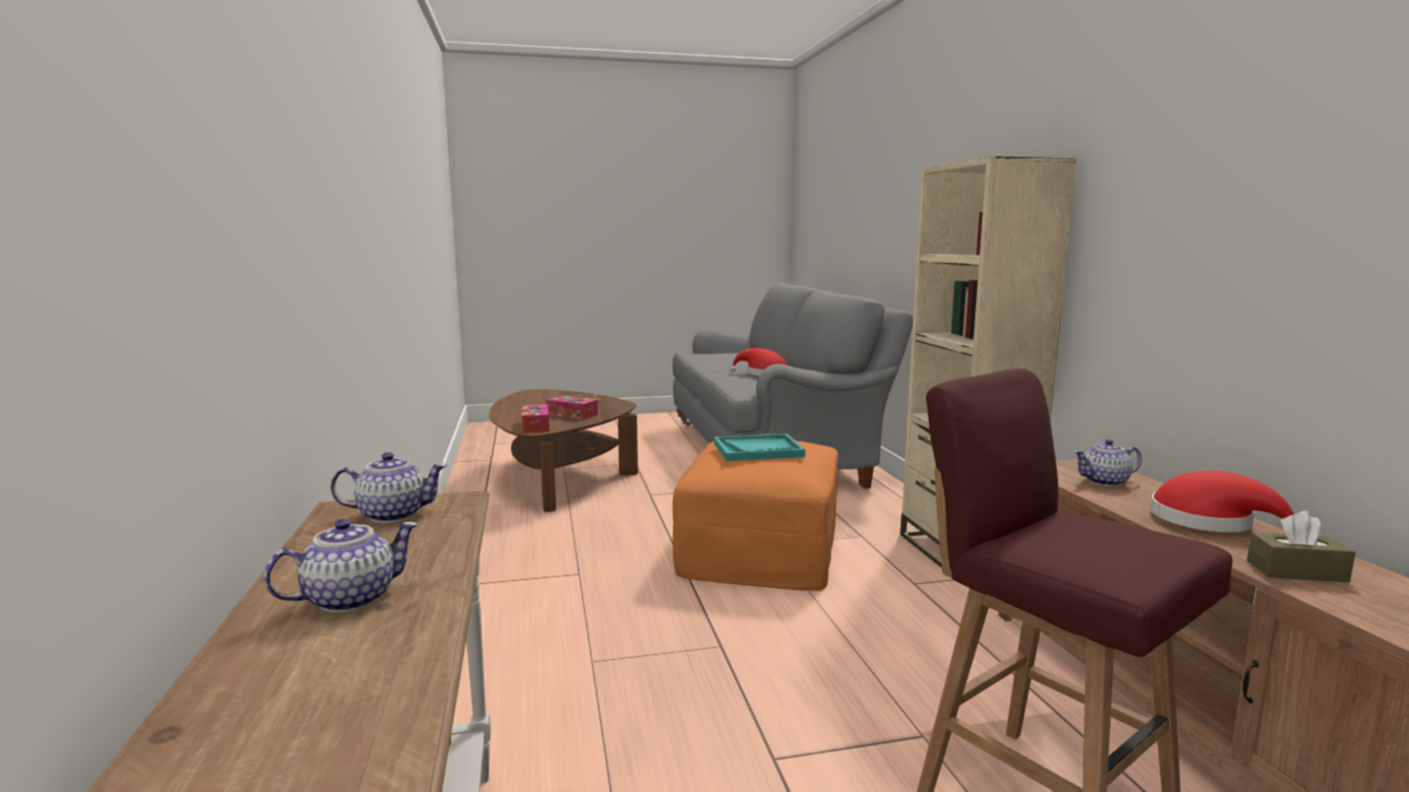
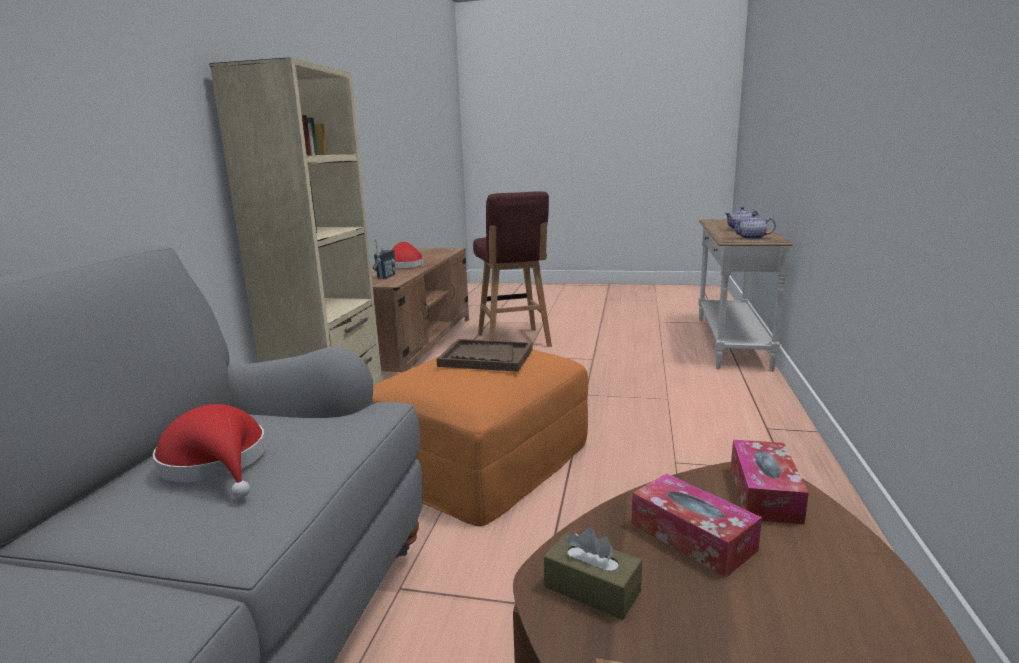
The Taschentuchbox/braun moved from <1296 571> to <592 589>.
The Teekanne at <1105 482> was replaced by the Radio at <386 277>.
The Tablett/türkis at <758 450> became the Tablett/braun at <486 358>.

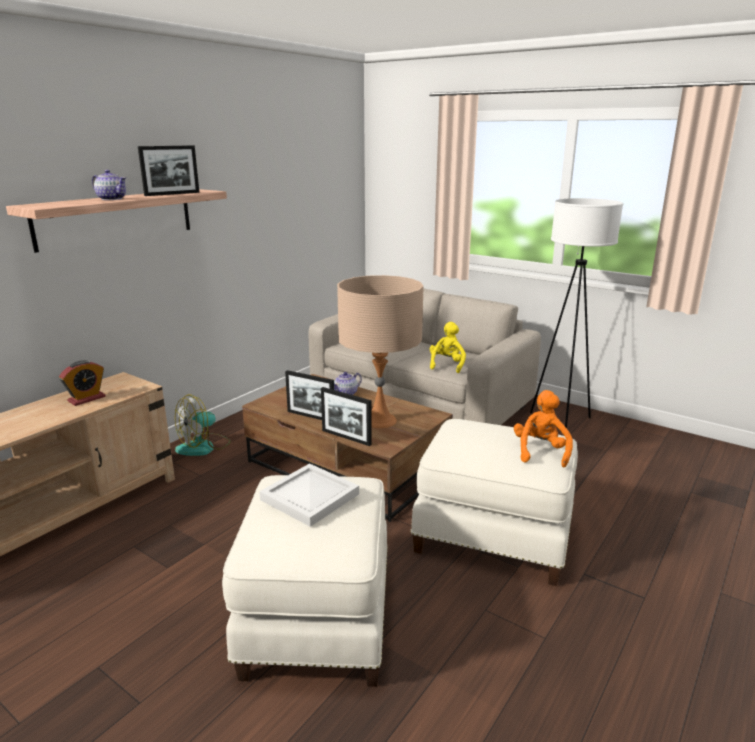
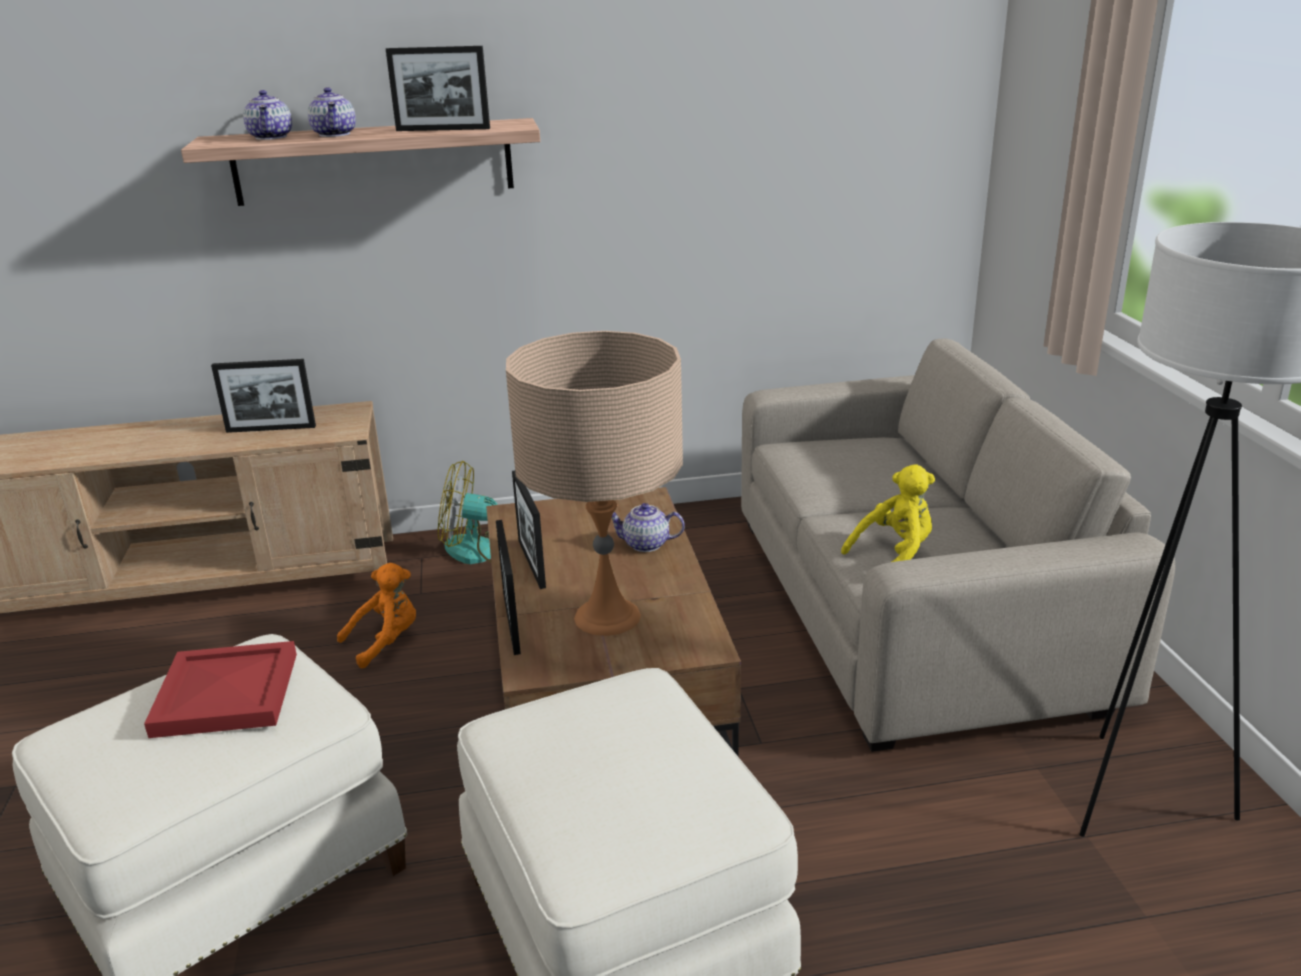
The Teekanne at <271 137> appeared.
The Plüschtier/orange moved from <540 452> to <386 642>.
The Wecker at <86 399> was replaced by the Bilderrahmen at <271 429>.
The Tablett/weiß at <310 496> became the Tablett/rot at <228 692>.

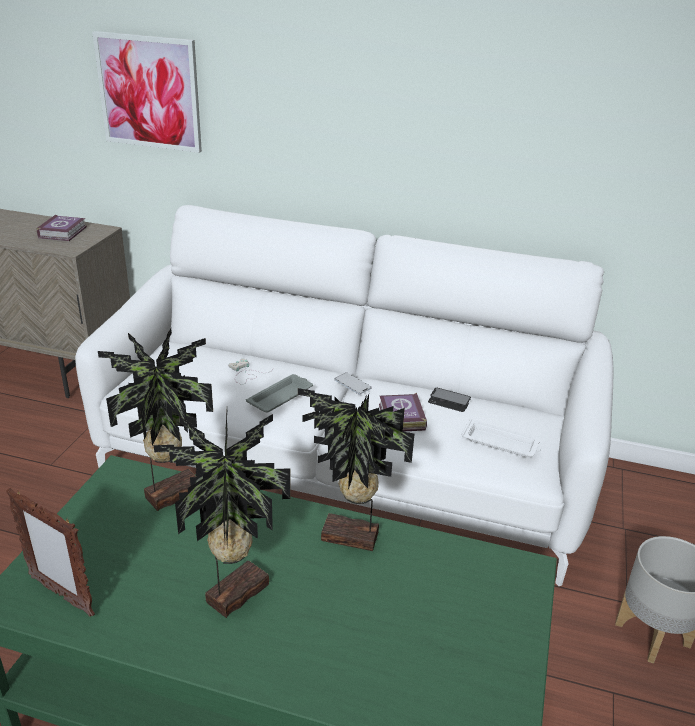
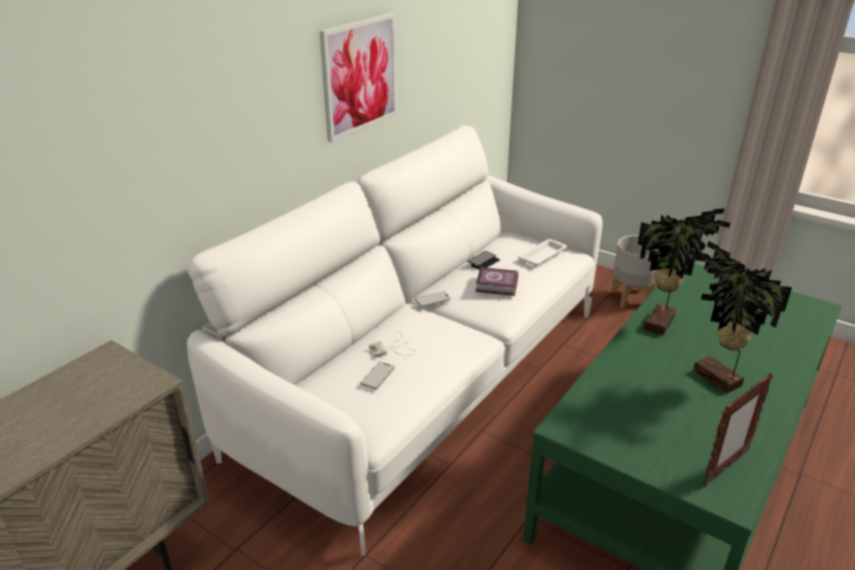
The Buch at <64 232> disappeared.
The Topfpflanze at <170 493> disappeared.
The Tablett/grau at <281 397> disappeared.
The Handy at <378 376> appeared.
The Bild moved from <149 92> to <359 76>.

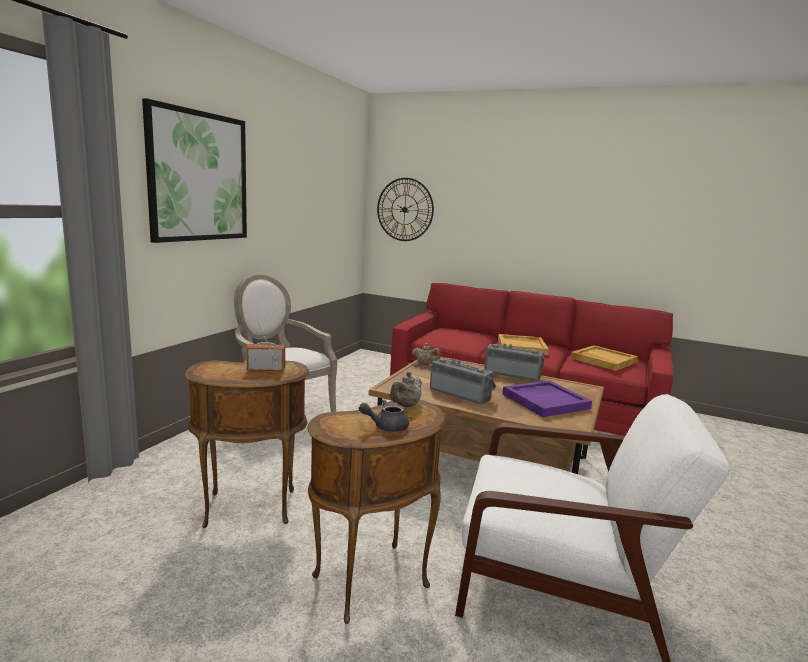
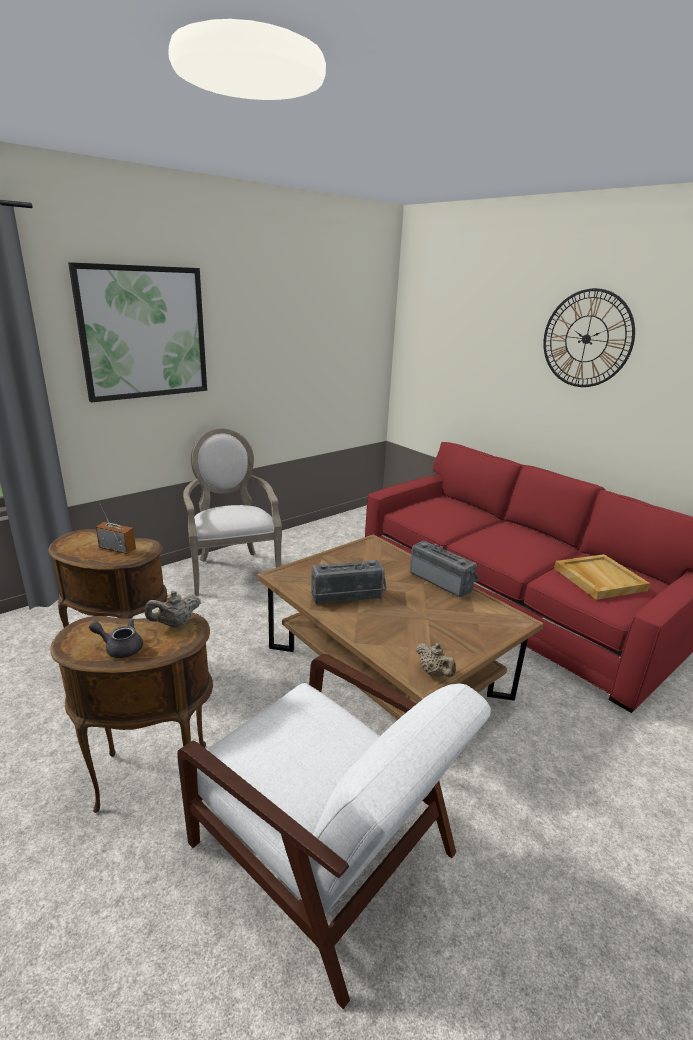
The Tablett/beige at <522 346> disappeared.
The Tablett/lila at <545 401> disappeared.
The Wanduhr moved from <404 209> to <586 339>.
The Teekanne/beige moved from <425 364> to <434 673>.
The Radio at <461 394> turned 105 degrees clockwise.

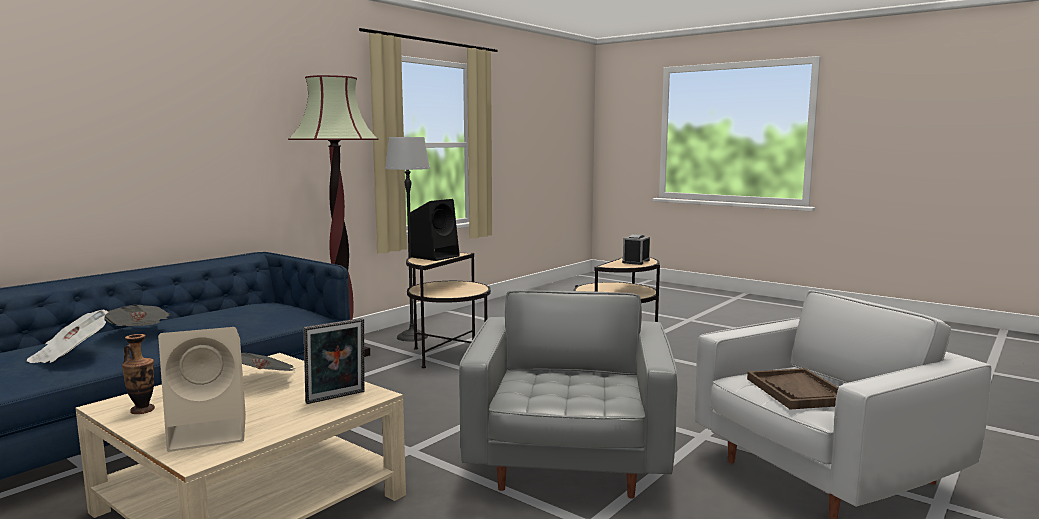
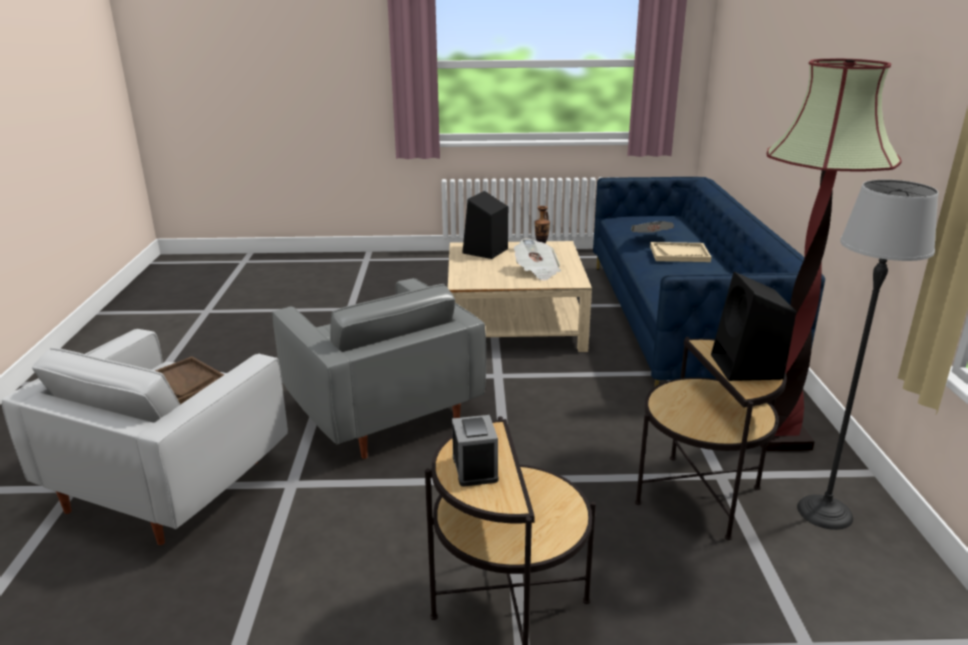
The Bilderrahmen at <336 398> disappeared.
The Zeitung at <139 333> was replaced by the Tablett/beige at <679 254>.
The Lautsprecher/beige at <211 432> became the Lautsprecher/schwarz at <485 251>.

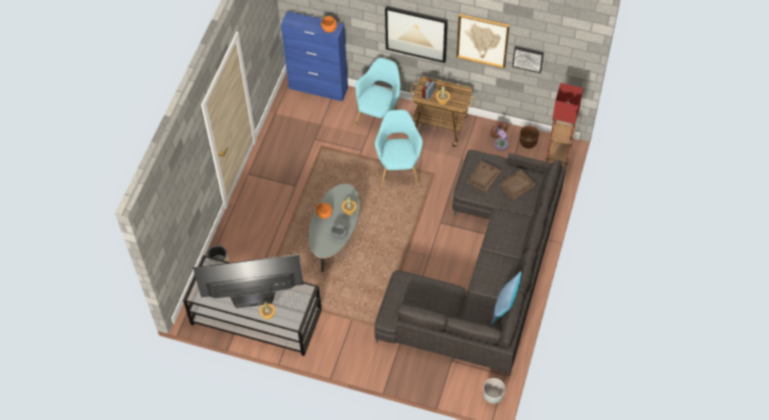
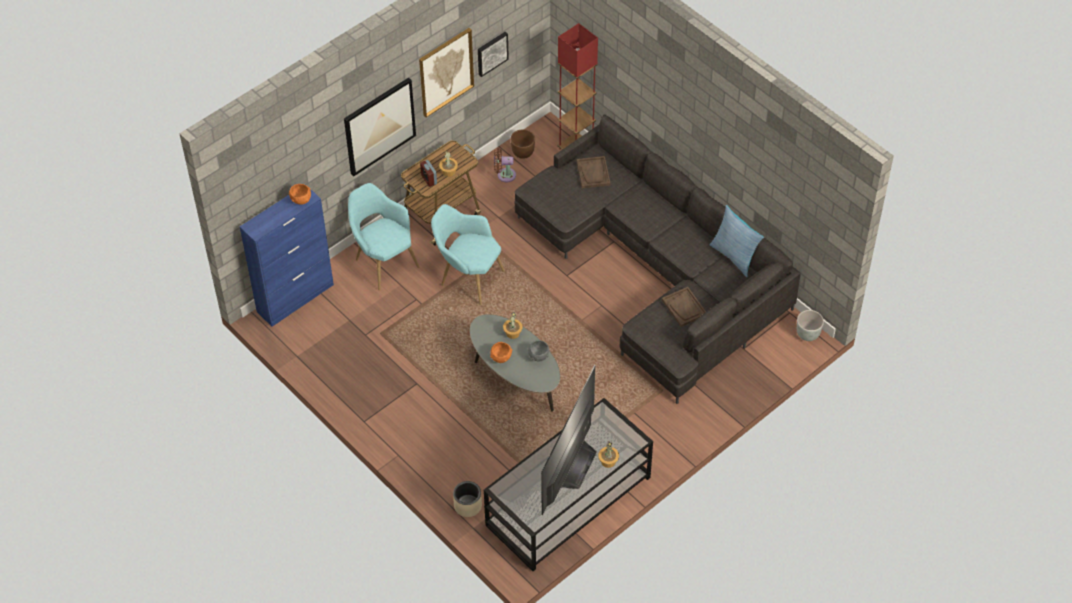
The Tablett/braun moved from <483 177> to <684 308>.

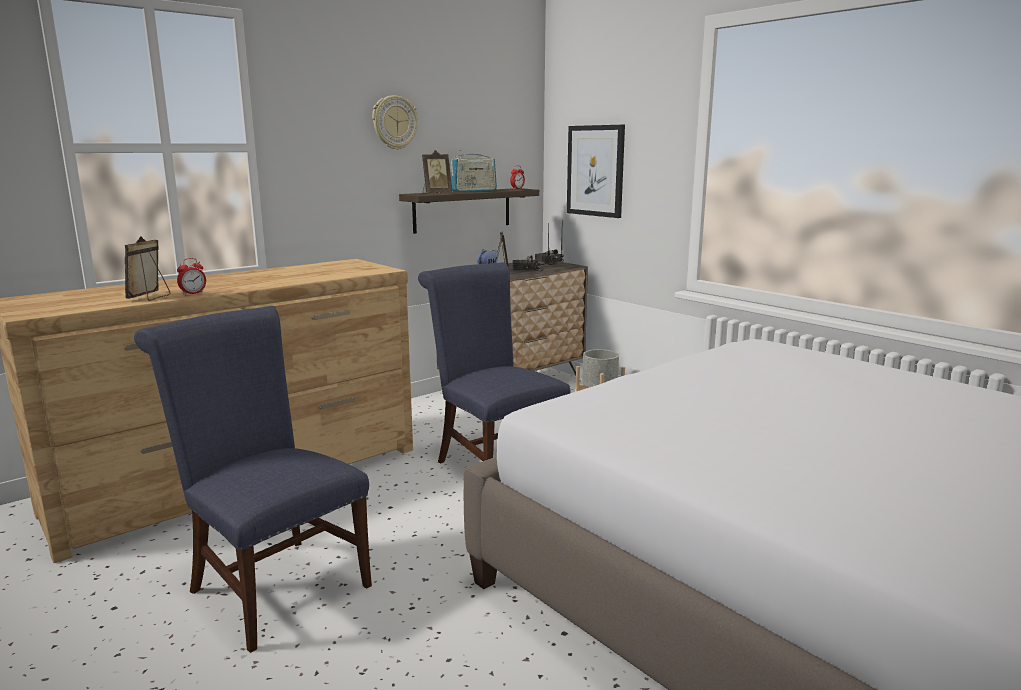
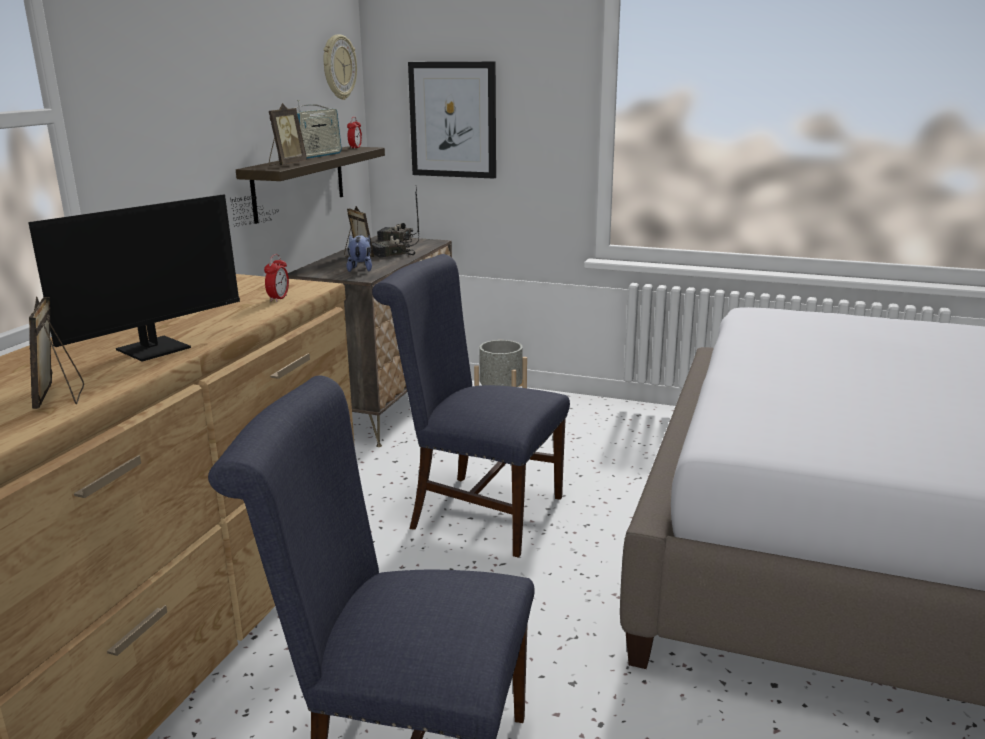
The Monitor at <164 347> appeared.
The Wecker moved from <193 293> to <278 298>.
The Wanduhr moved from <394 122> to <338 67>.

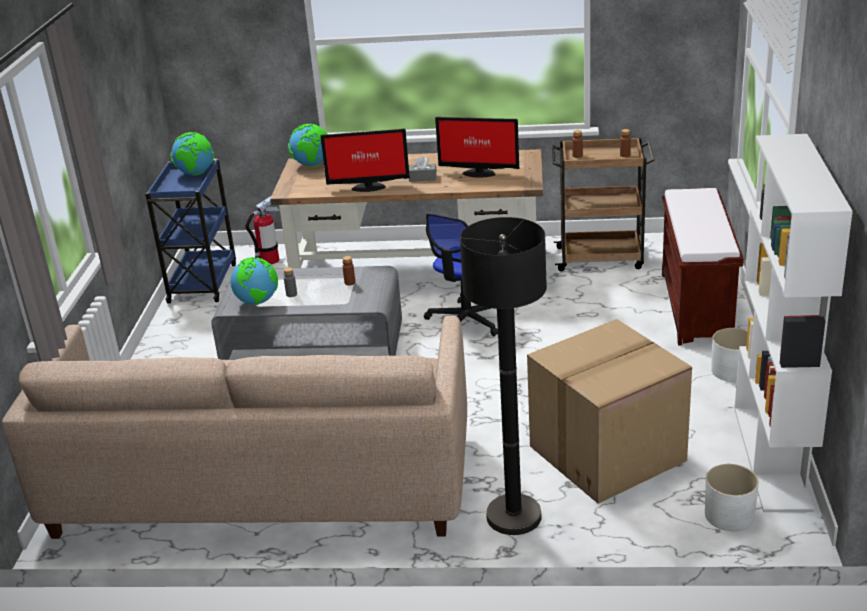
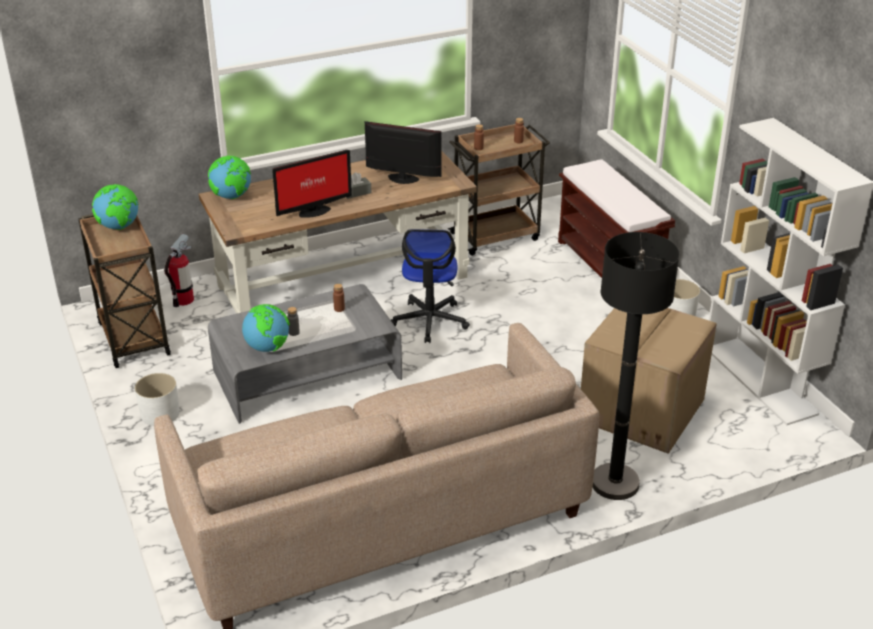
The Pflanzkübel/weiß moved from <728 515> to <160 413>.
The Rollwagen/blau at <203 282> became the Rollwagen/braun at <133 337>.
The Monitor at <478 173> turned 150 degrees counterclockwise.

